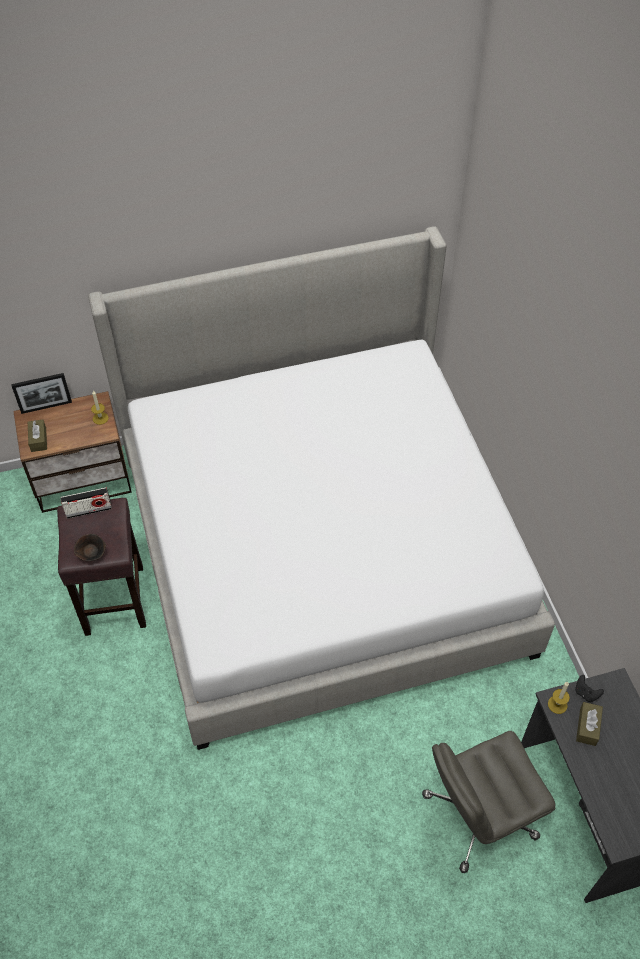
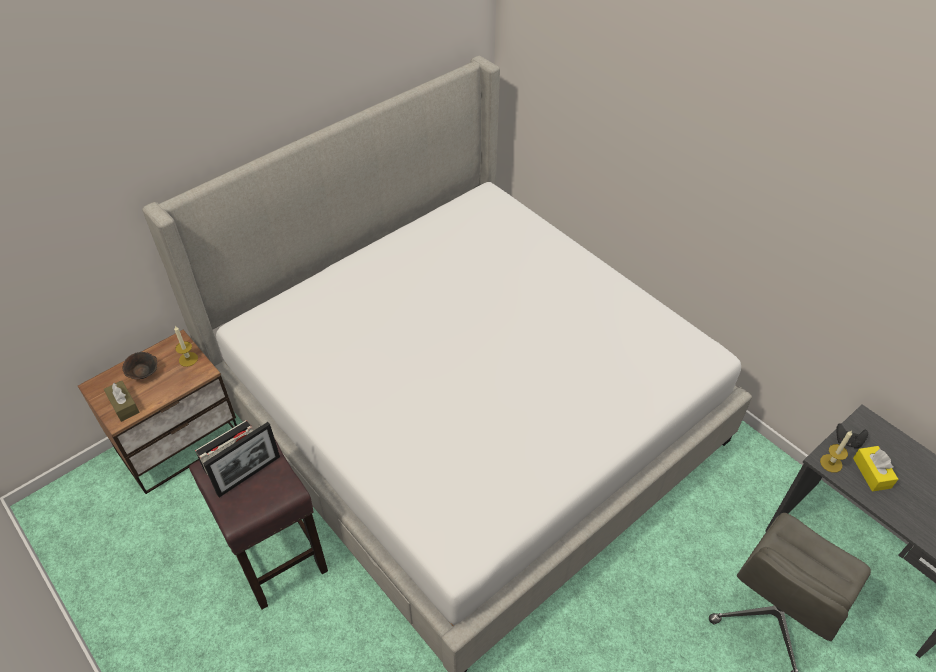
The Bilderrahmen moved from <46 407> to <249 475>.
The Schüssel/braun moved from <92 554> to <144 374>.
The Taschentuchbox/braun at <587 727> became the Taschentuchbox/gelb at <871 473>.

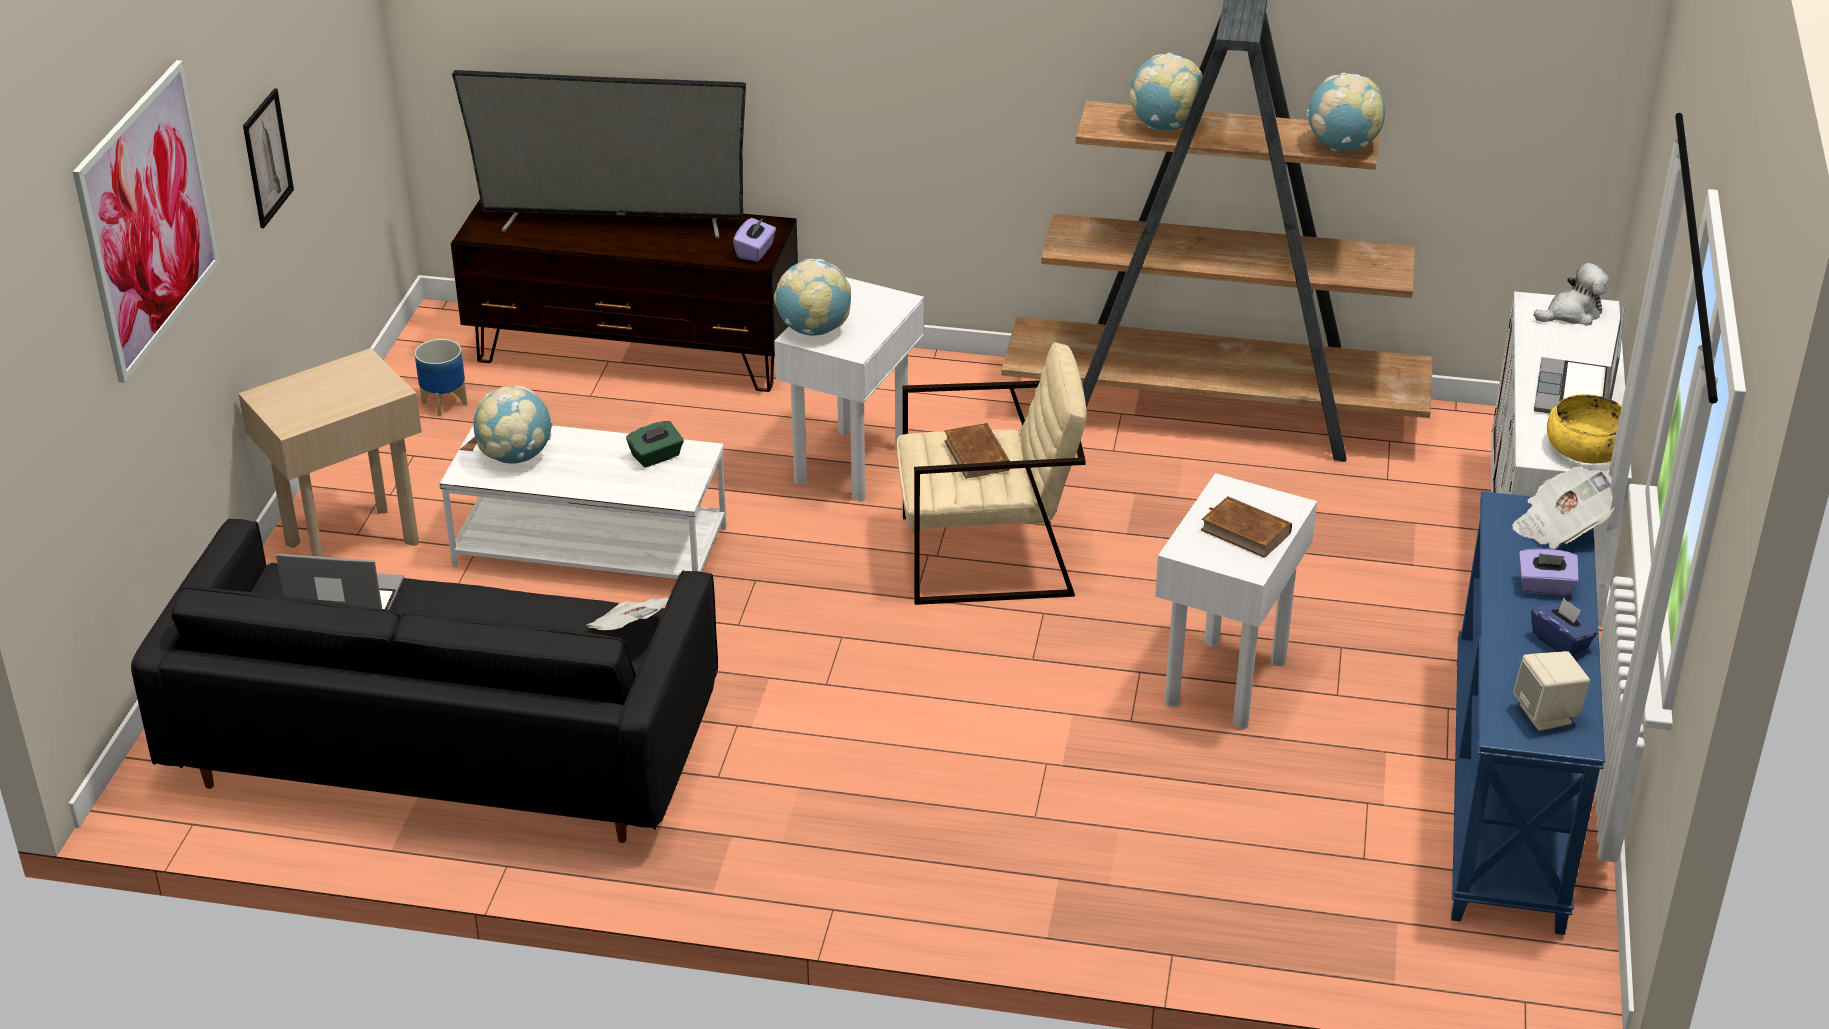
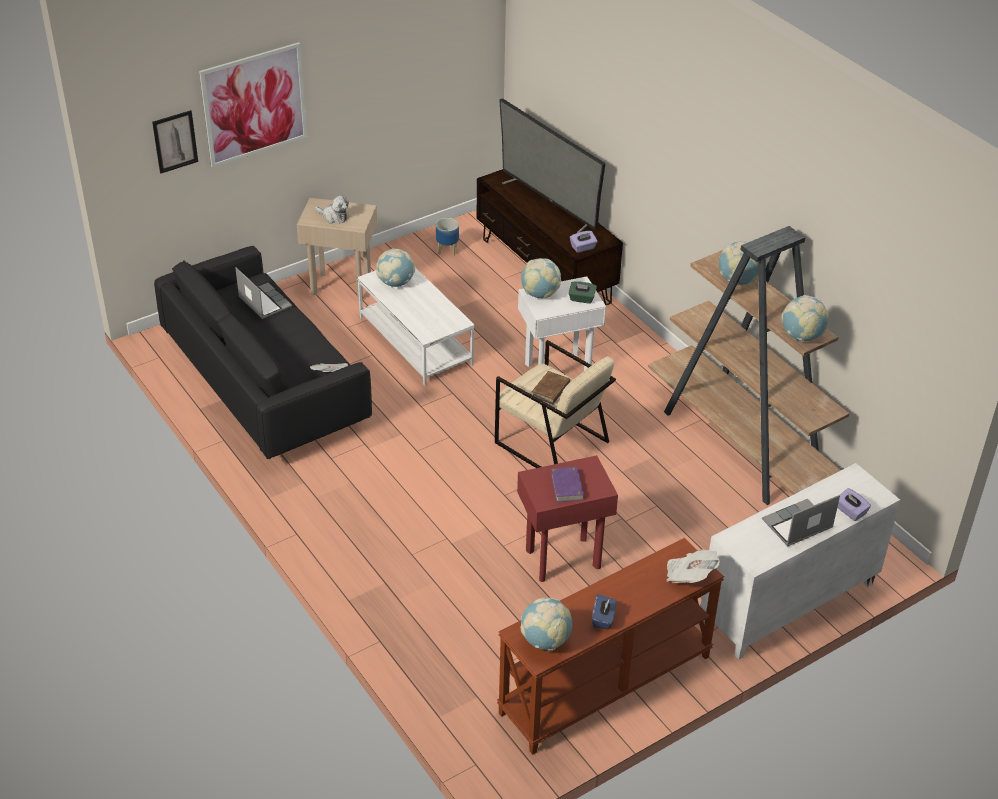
The Schüssel/gelb at <1586 448> disappeared.
The Bild moved from <267 158> to <175 141>.
The Taschentuchbox/grün moved from <656 457> to <581 299>.
The Taschentuchbox/lila moved from <1545 586> to <850 511>.
The Plüschtier moved from <1572 314> to <334 216>.
The Lautsprecher/beige at <1546 714> was replaced by the Globus at <545 640>.
The Beistelltisch/weiß at <1224 682> became the Beistelltisch/rot at <562 558>.
The Buch/braun at <1245 531> became the Buch/lila at <567 486>.
The Konsolentisch/blau at <1510 790> became the Konsolentisch/braun at <606 686>.

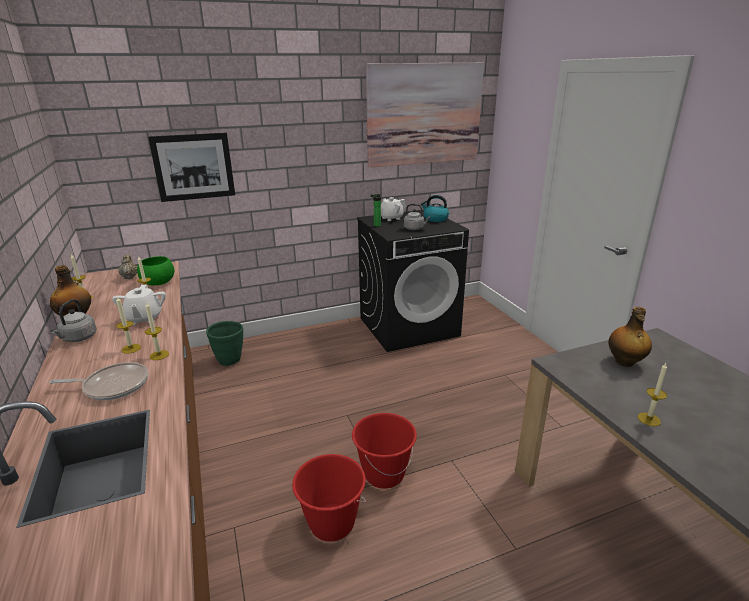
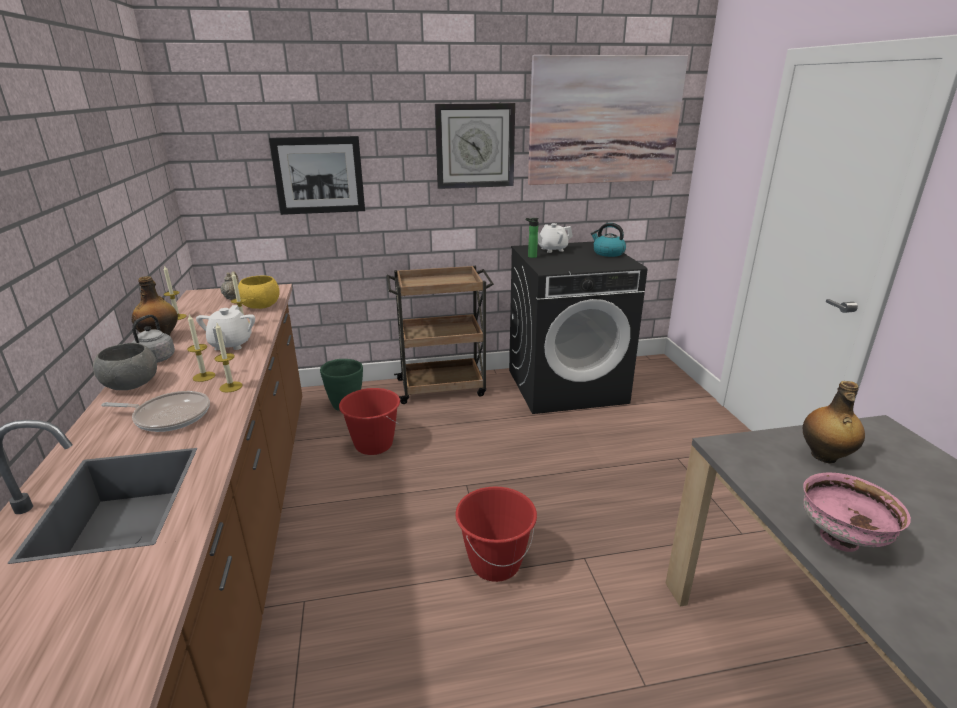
The Wasserkessel/grau at <415 229> disappeared.
The Schüssel/grau at <131 384> appeared.
The Rollwagen/braun at <442 387> appeared.
The Wanduhr at <475 146> appeared.
The Eimer/rot moved from <331 523> to <373 445>.
The Kerze at <649 419> was replaced by the Schüssel/rosa at <840 538>.
The Schüssel/grün at <158 283> became the Schüssel/gelb at <260 306>.

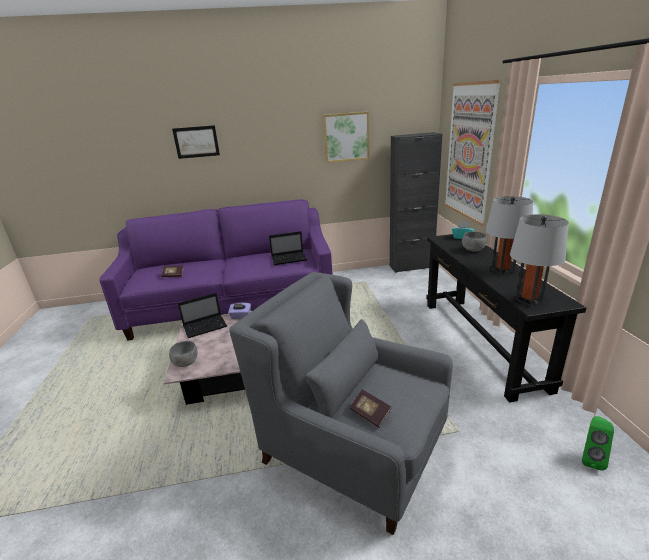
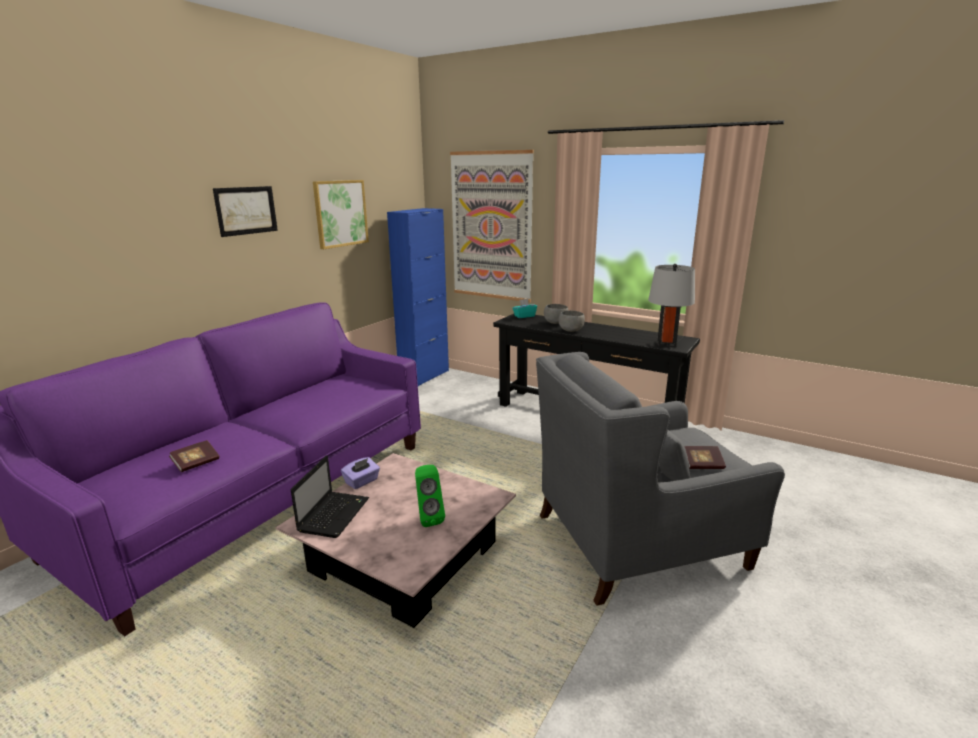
The Laptop at <290 259> disappeared.
The Tischlampe/grau at <502 270> disappeared.
The Schüssel/grau moved from <186 363> to <570 330>.
The Bild moved from <196 142> to <246 210>.
The Lautsprecher/grün moved from <591 458> to <428 518>.
The Schrank/schwarz at <411 266> became the Schrank/blau at <424 376>.

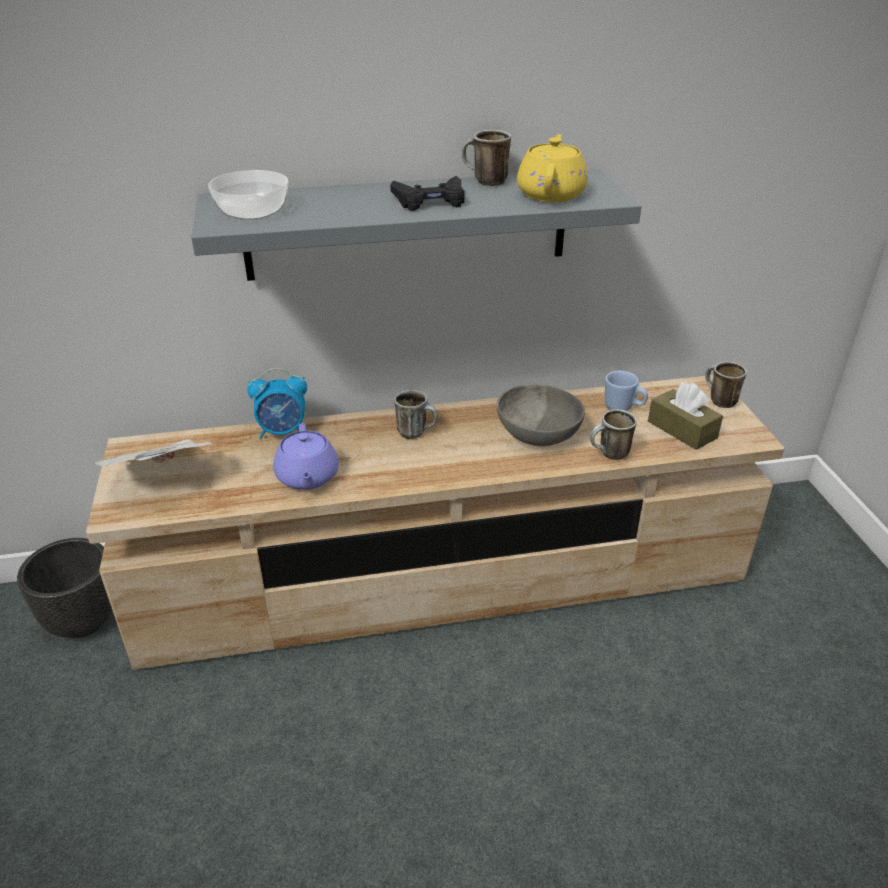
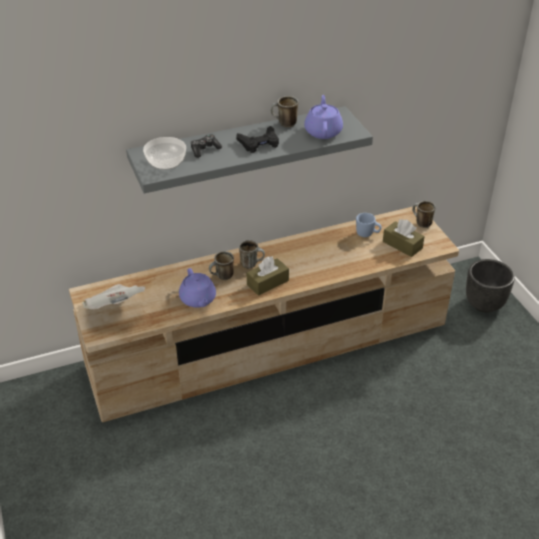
The Wecker at <283 431> disappeared.
The Schüssel/grau at <538 434> disappeared.
The Gamepad at <204 150> appeared.
The Taschentuchbox/braun at <267 282> appeared.
The Pflanzkübel/schwarz moved from <84 620> to <485 304>.
The Henkelbecher moved from <610 455> to <222 277>.
The Teekanne/gelb at <551 194> became the Teekanne/lila at <323 131>.

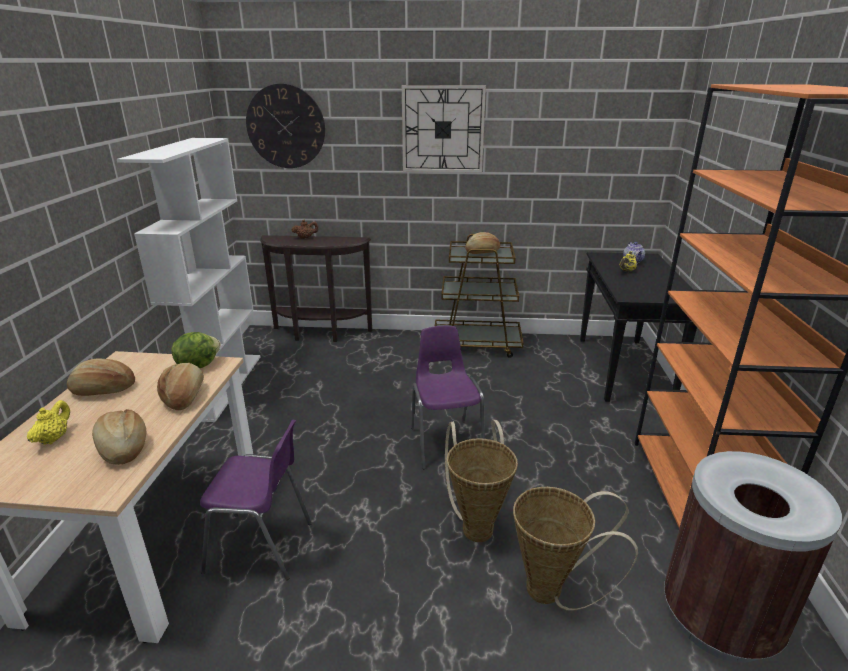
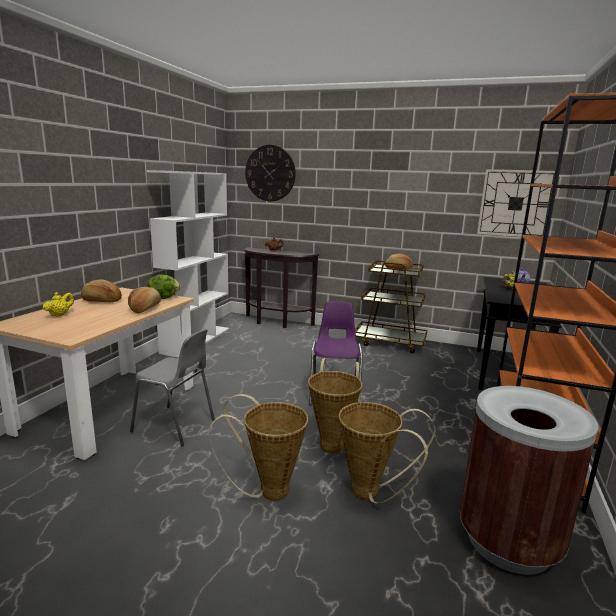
The Brot at <122 448> disappeared.
The Korb at <267 490> appeared.
The Wanduhr moved from <443 129> to <515 203>.
The Stuhl/lila at <262 547> became the Stuhl/grau at <175 426>.

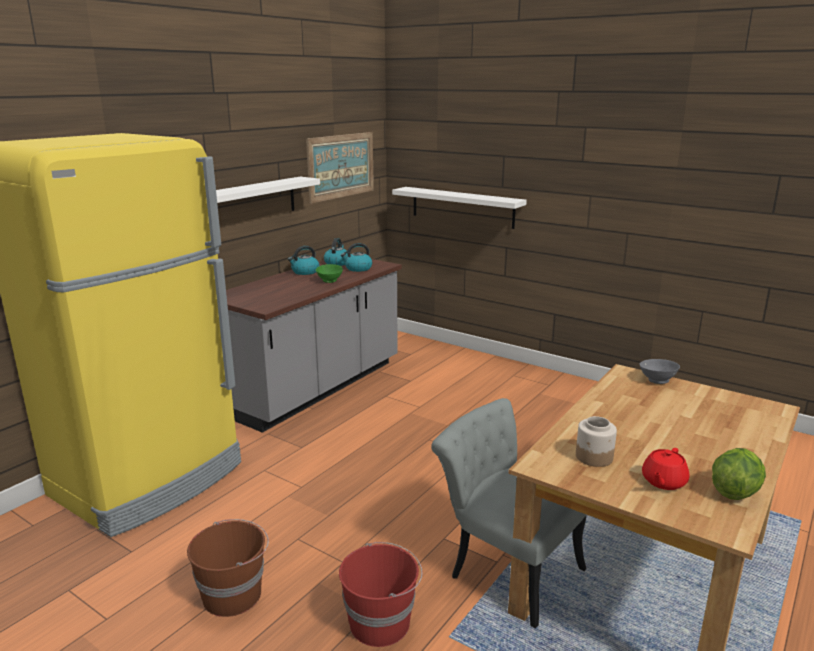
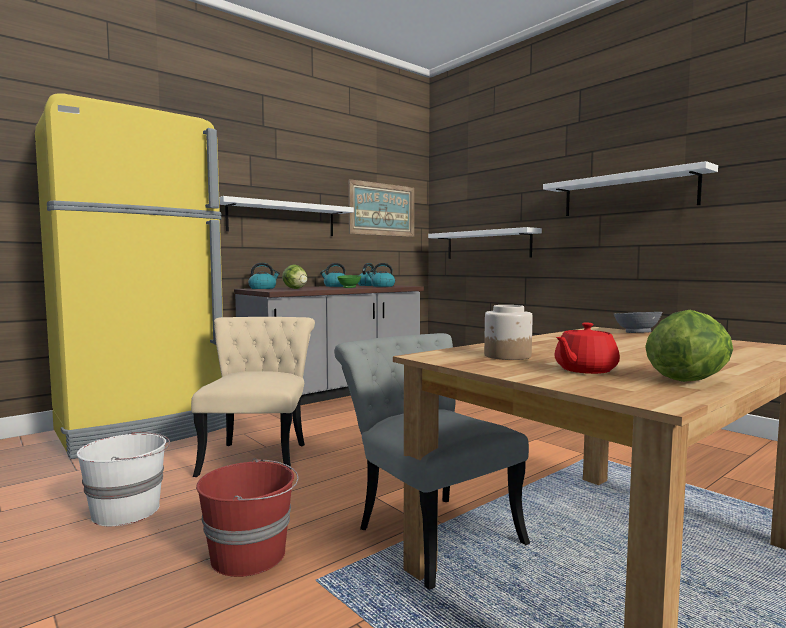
The Stuhl/beige at <258 455> appeared.
The Wasserkessel at <263 288> appeared.
The Salatkopf at <295 289> appeared.
The Wandregal/weiß at <627 194> appeared.
The Eimer/braun at <233 594> became the Eimer/weiß at <127 510>.

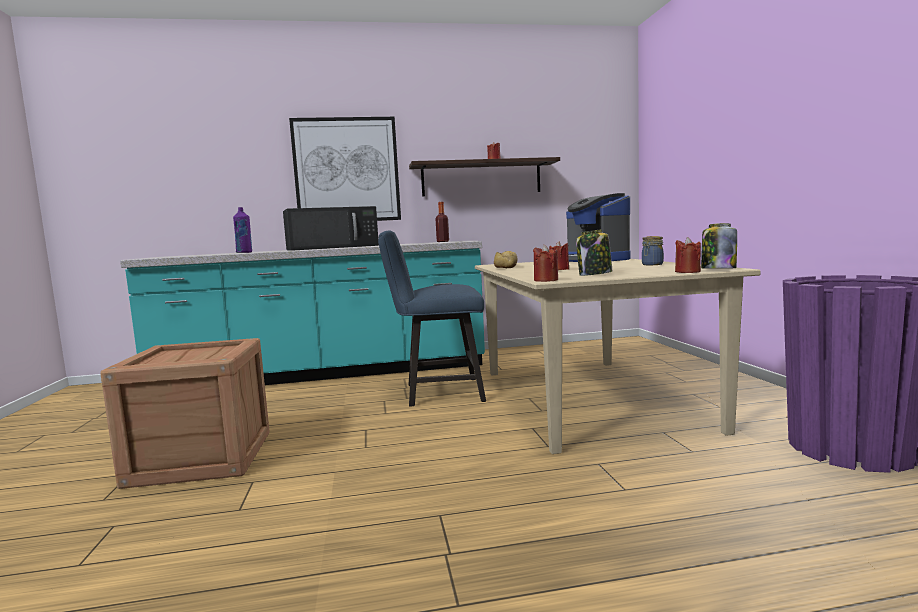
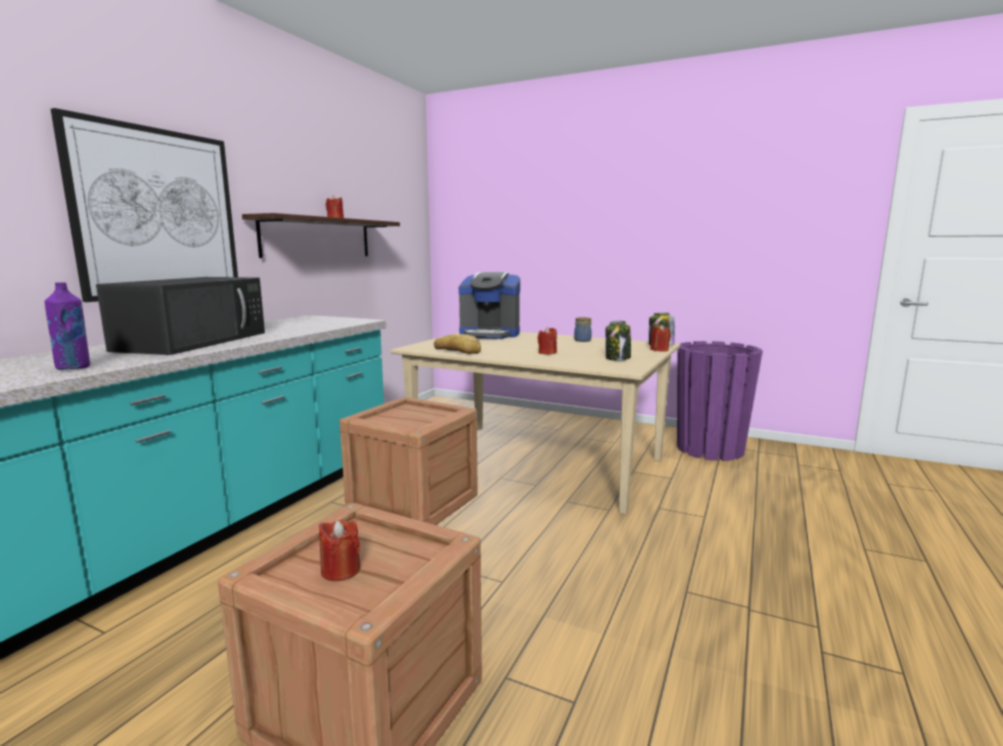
The Flasche at <443 241> disappeared.
The Kerze/rot moved from <546 280> to <340 570>.
The Stuhl/blau at <437 393> was replaced by the Kiste at <413 503>.

